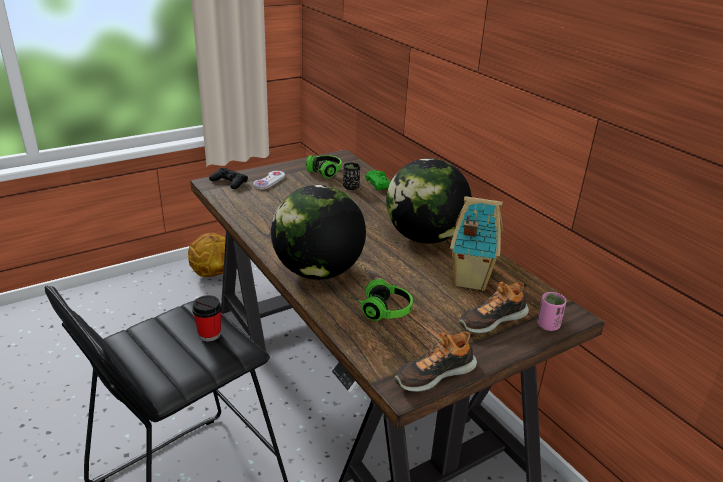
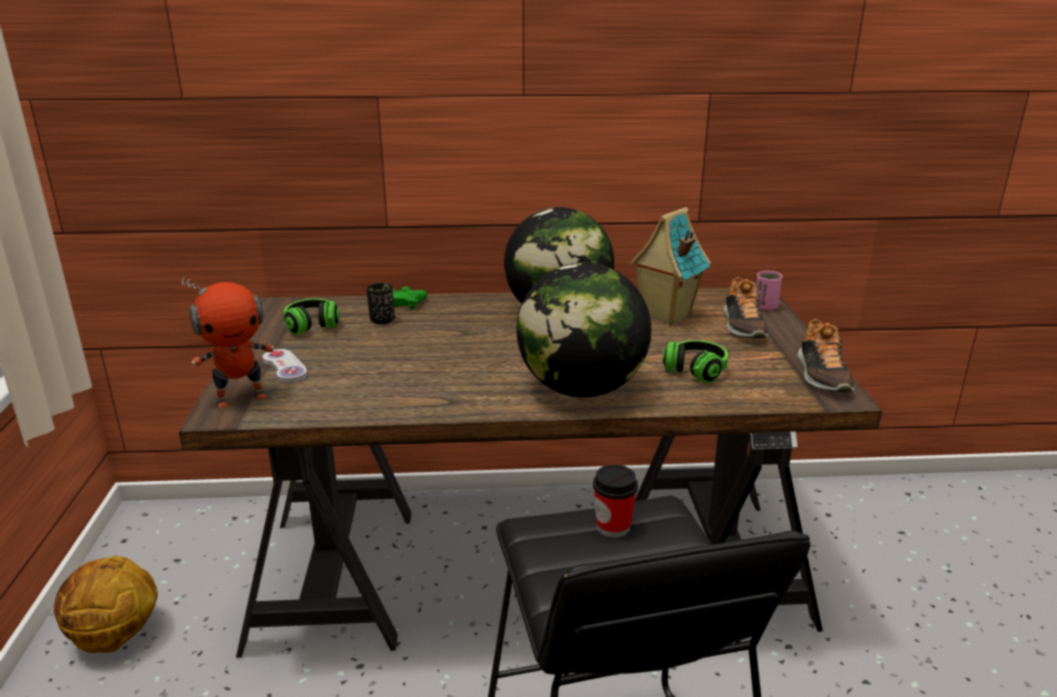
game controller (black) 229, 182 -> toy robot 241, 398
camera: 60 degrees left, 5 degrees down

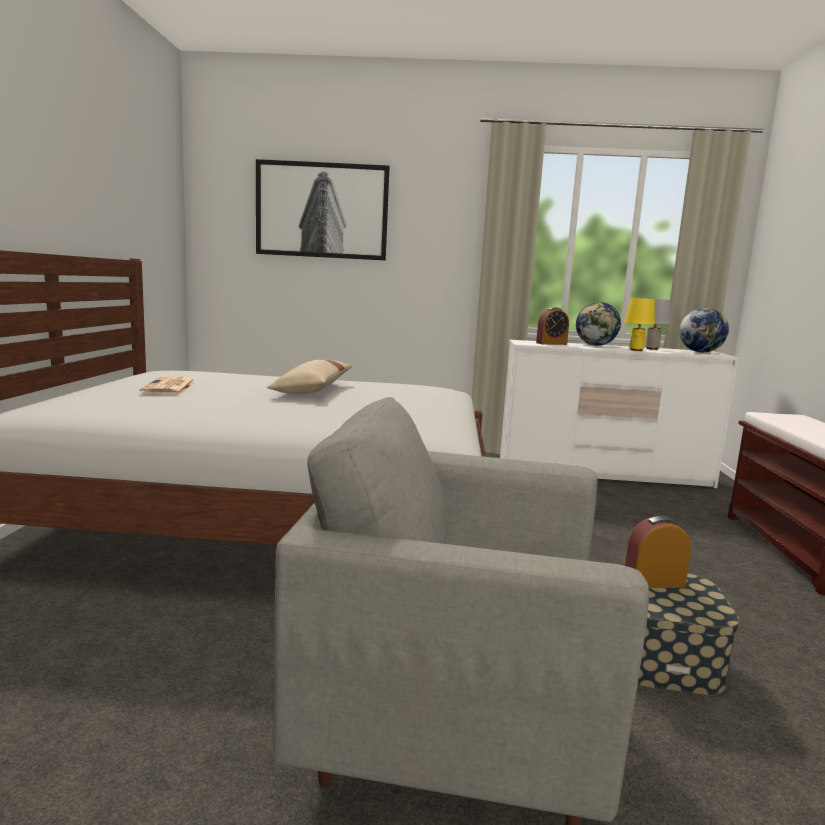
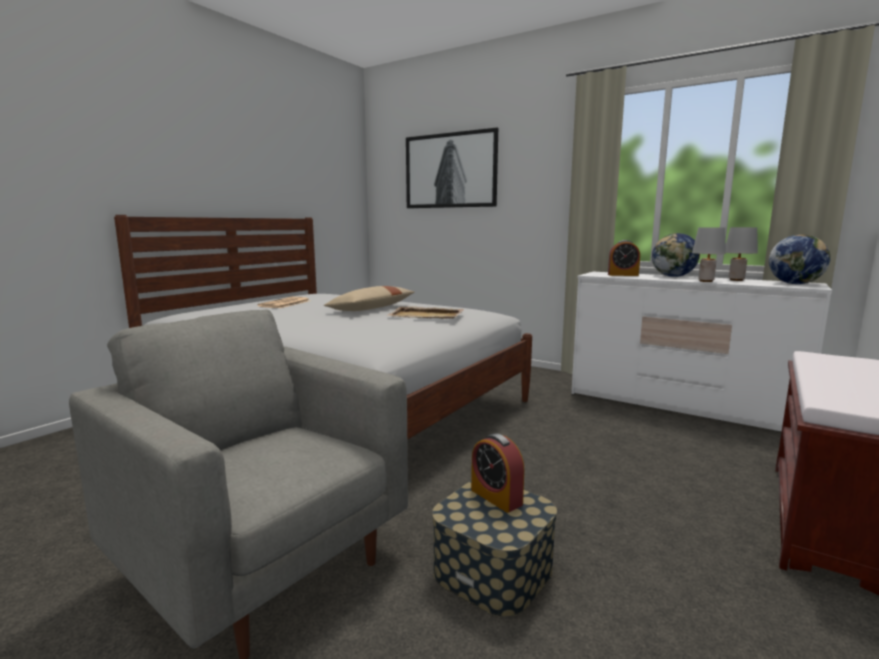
table lamp (yellow) 636, 350 -> table lamp (grey) 706, 281
alarm clock 653, 582 -> alarm clock 496, 497, 150 degrees counterclockwise
none -> tray (beige) 427, 315
camera: 30 degrees right, 0 degrees up

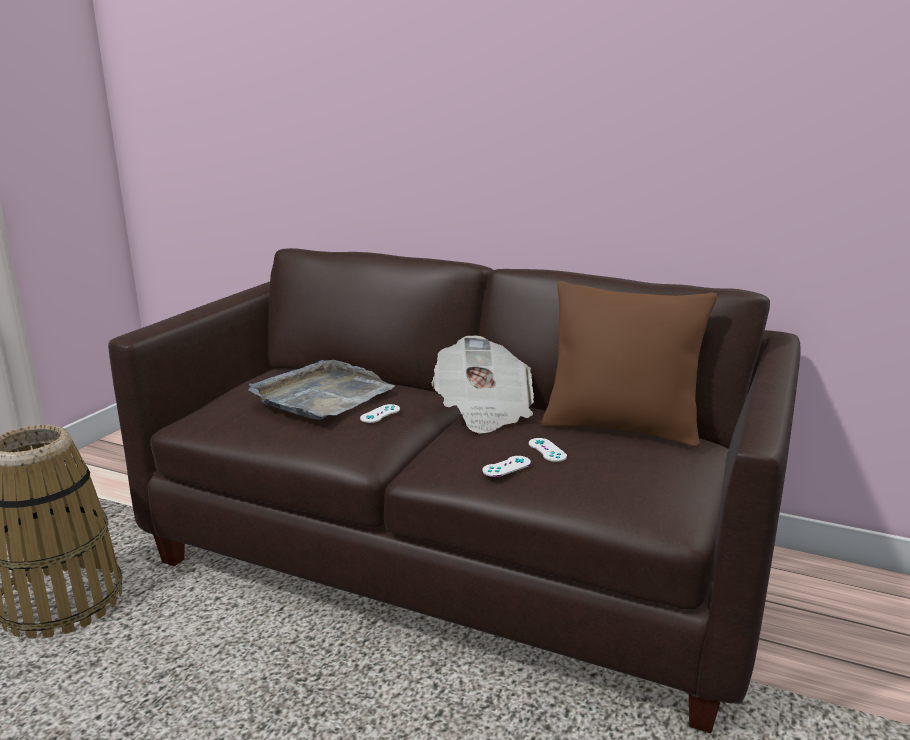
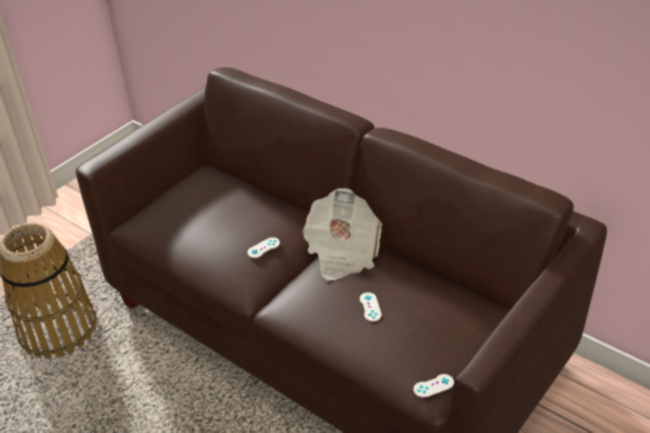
tray (grey) 322, 395 -> none
game controller (white) 506, 466 -> game controller (white) 433, 386, moved
pillow (brown) 621, 428 -> none
camera: 15 degrees right, 20 degrees up

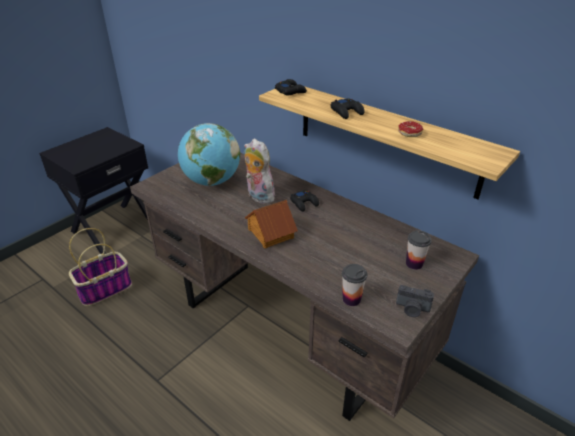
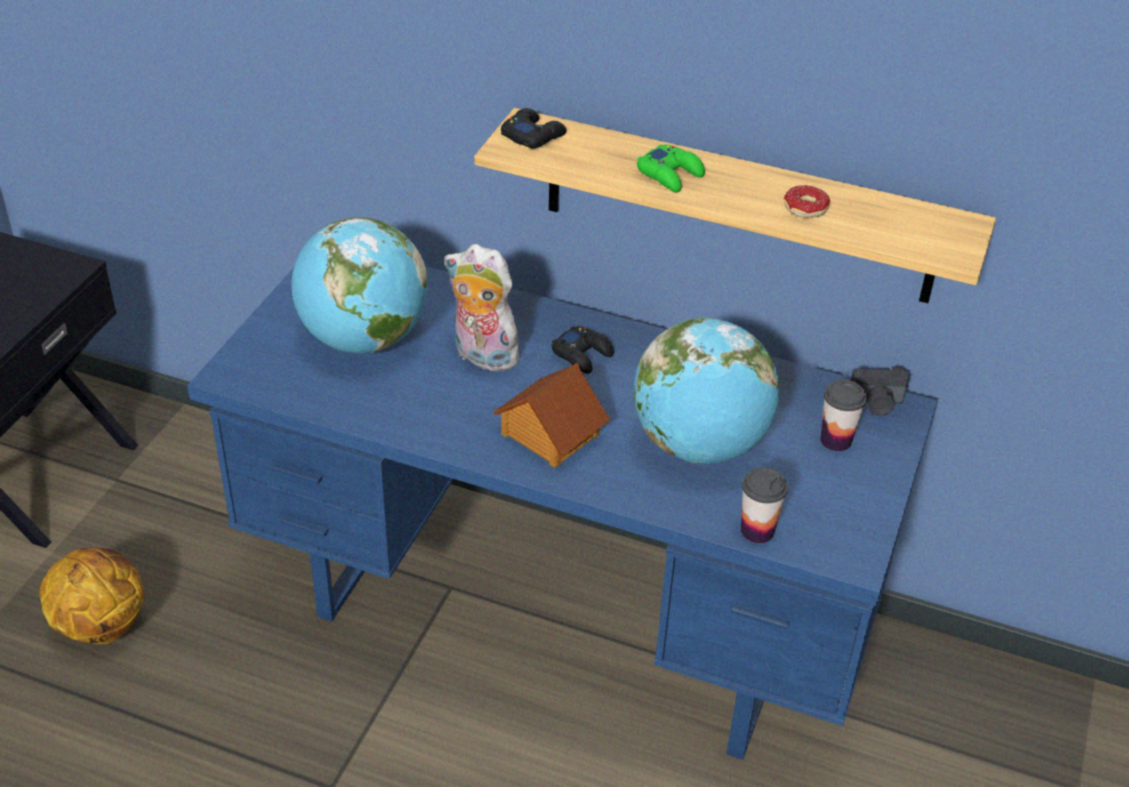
basket 105, 289 -> basketball 100, 625
desk (brown) 289, 330 -> desk (blue) 560, 618
game controller (black) 347, 112 -> game controller (green) 670, 174
photo camera 412, 309 -> photo camera 876, 404, moved
none -> globe 700, 445
camera: 20 degrees left, 5 degrees up

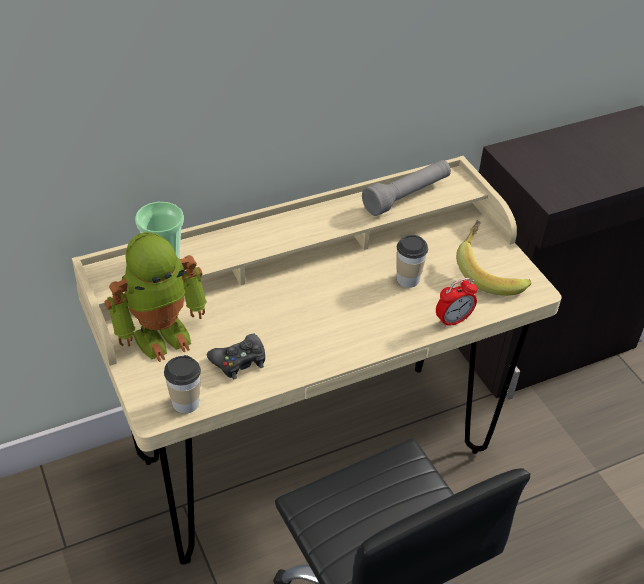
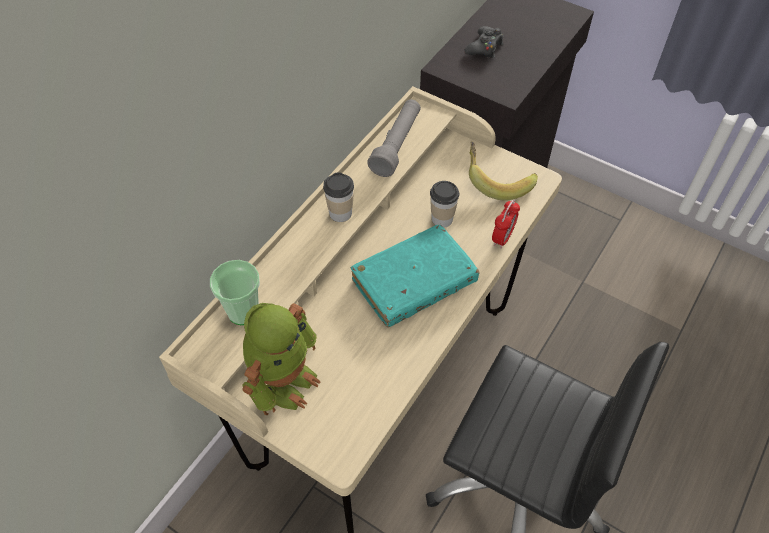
cup 185, 403 -> cup 340, 213, moved
game controller (black) 239, 361 -> game controller (black) 484, 48, moved
none -> book (turquoise) 414, 282
camera: 30 degrees left, 10 degrees up

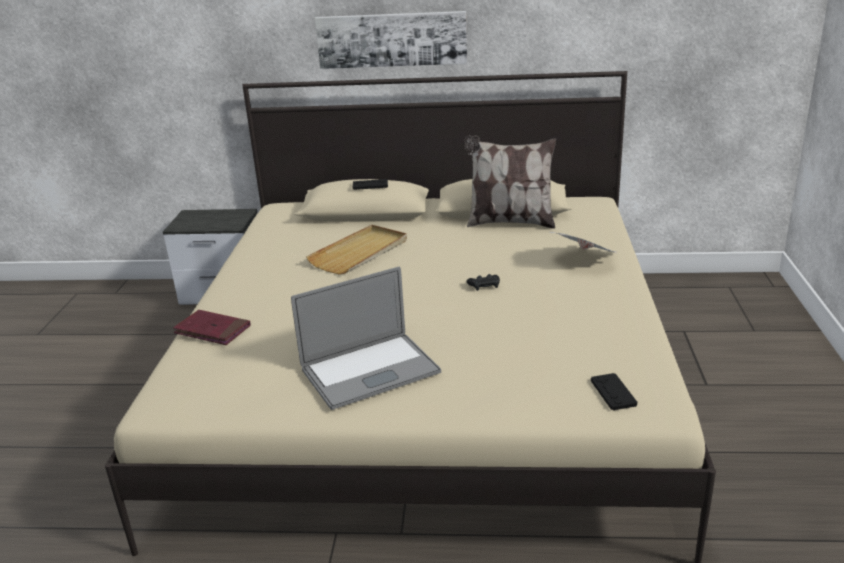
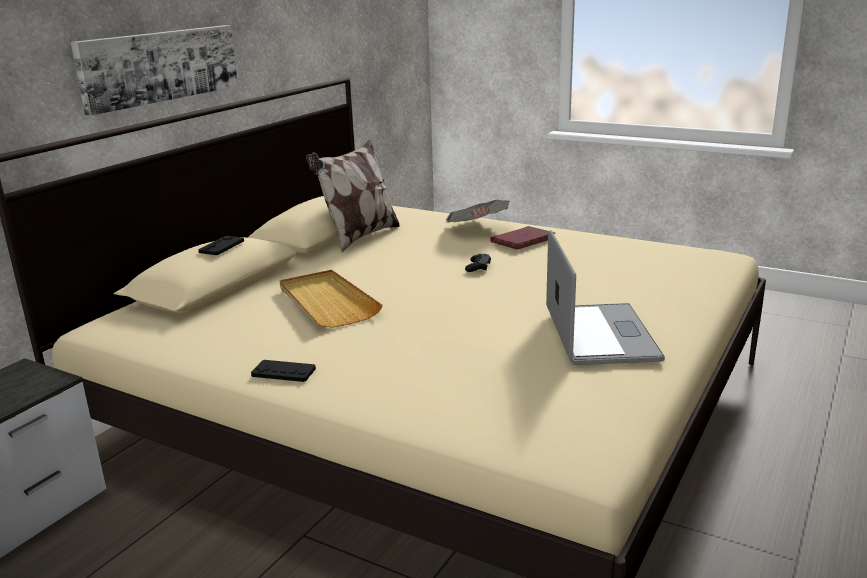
book (red) 212, 330 -> book (red) 523, 241, moved
game controller (black) 613, 392 -> game controller (black) 283, 372, moved
camera: 65 degrees left, 5 degrees down

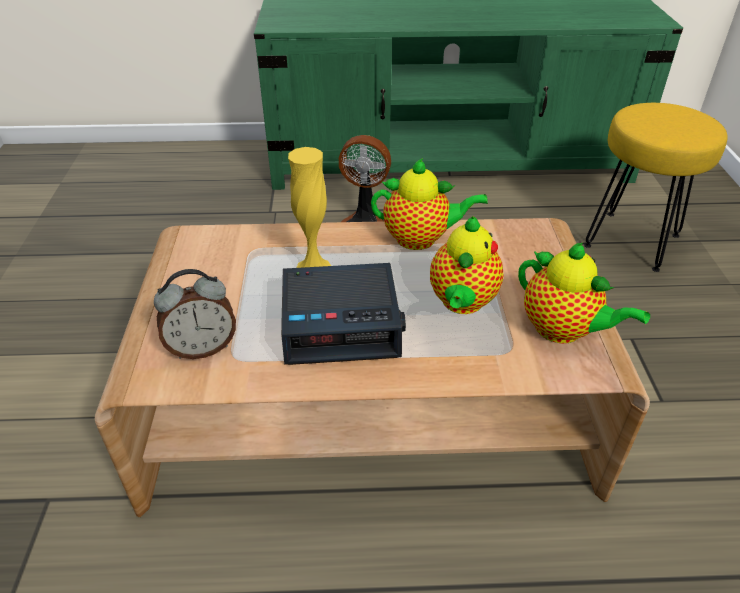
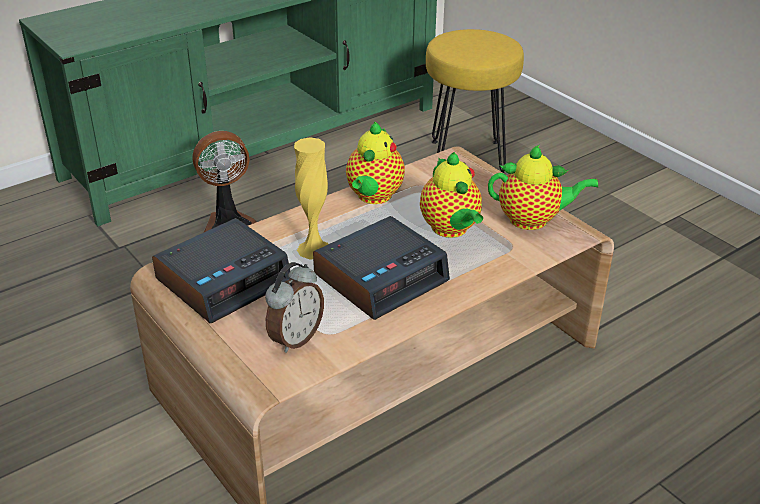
teapot 420, 239 -> teapot 373, 197, 135 degrees clockwise
none -> alarm clock 224, 280
camera: 35 degrees left, 5 degrees down

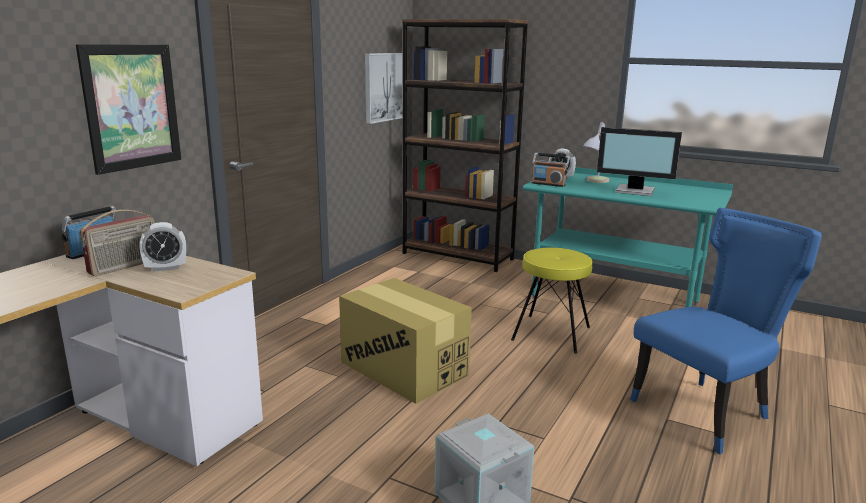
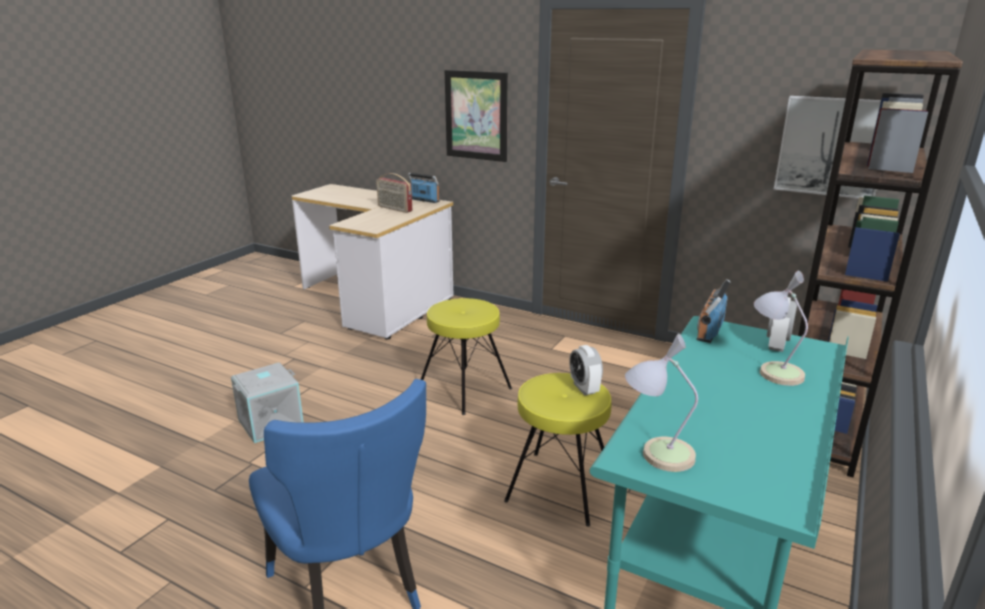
alarm clock 166, 268 -> alarm clock 584, 388, moved
cardboard box 403, 368 -> stool (yellow) 465, 389
monitor 635, 191 -> none
none -> table lamp 656, 453
camera: 90 degrees right, 5 degrees up

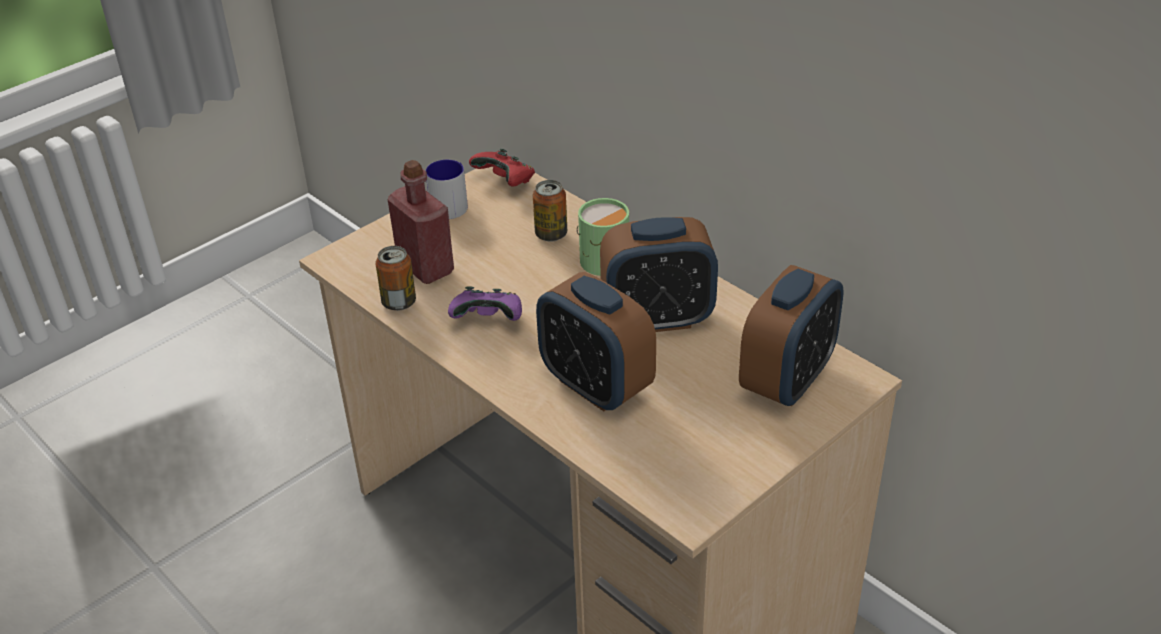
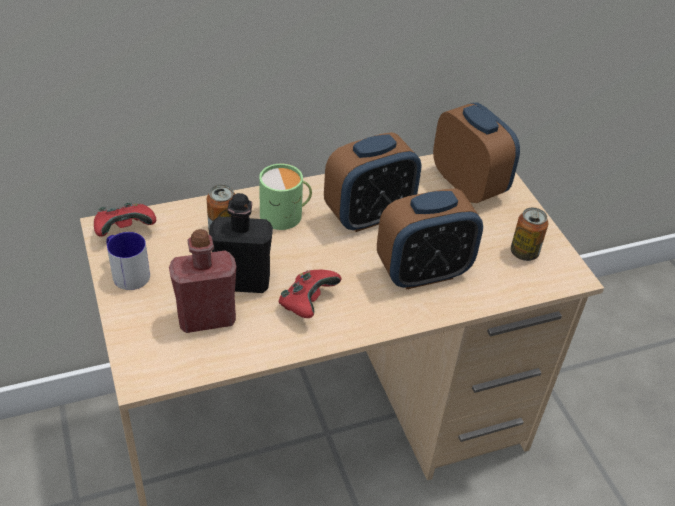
can 399, 302 -> can 524, 253, moved
game controller (purple) 489, 320 -> game controller (red) 307, 303
alarm clock 657, 319 -> alarm clock 369, 215, 45 degrees clockwise
none -> bottle (black) 242, 282
camera: 70 degrees left, 5 degrees up

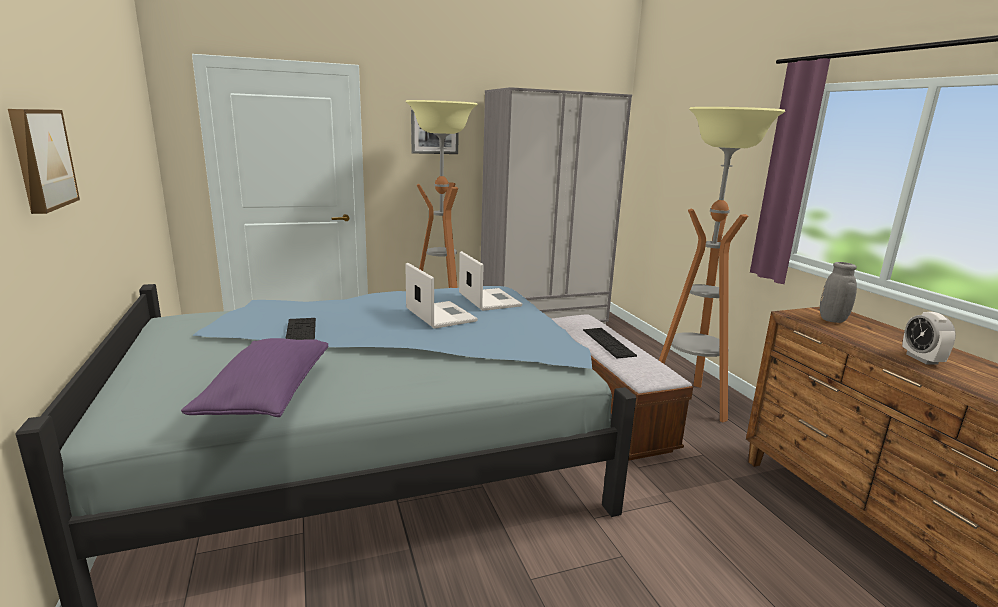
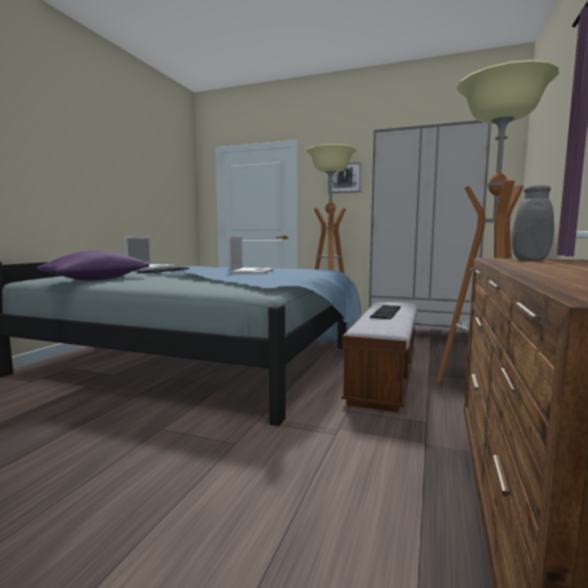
picture 40, 159 -> none
laptop 488, 299 -> laptop 152, 267, moved
alarm clock 922, 359 -> none
camera: 40 degrees right, 10 degrees down

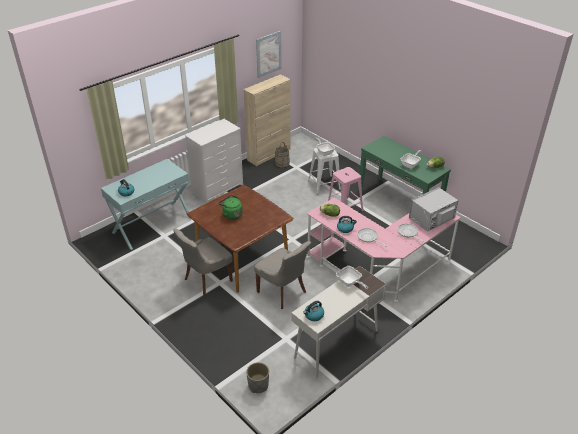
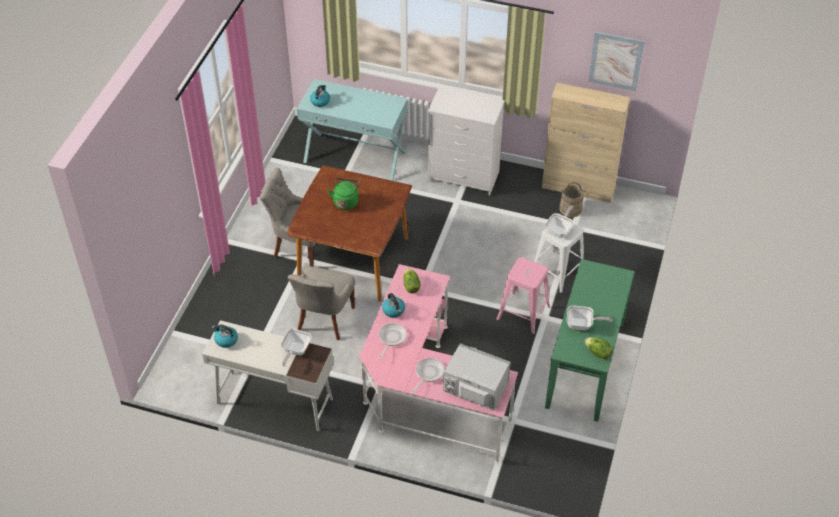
planter (grey) 258, 386 -> none
camera: 60 degrees right, 10 degrees up

